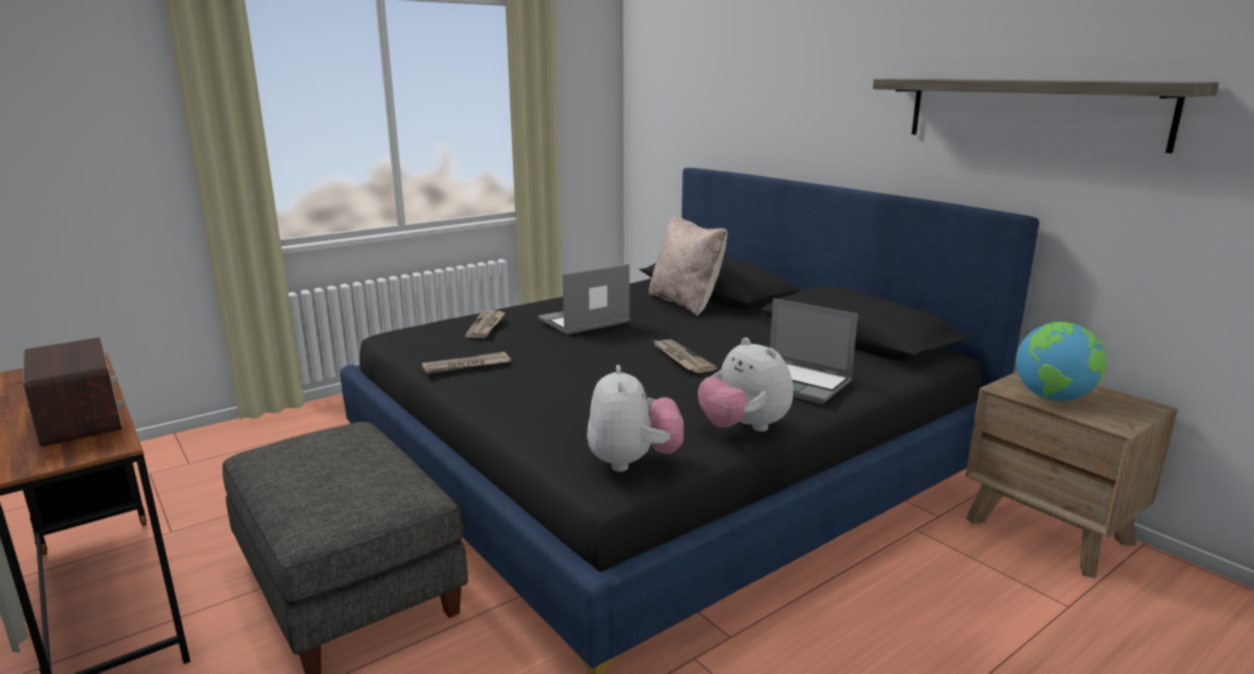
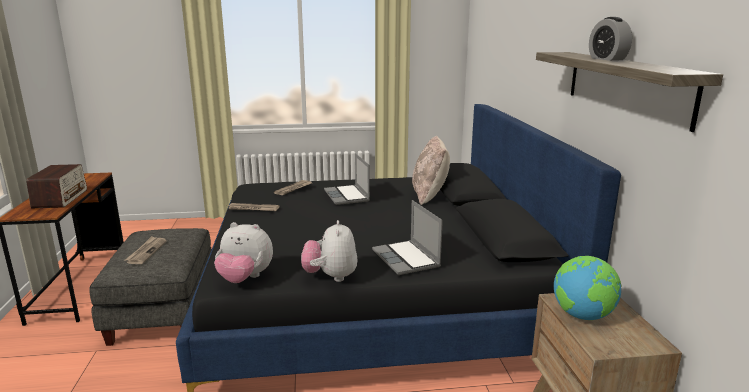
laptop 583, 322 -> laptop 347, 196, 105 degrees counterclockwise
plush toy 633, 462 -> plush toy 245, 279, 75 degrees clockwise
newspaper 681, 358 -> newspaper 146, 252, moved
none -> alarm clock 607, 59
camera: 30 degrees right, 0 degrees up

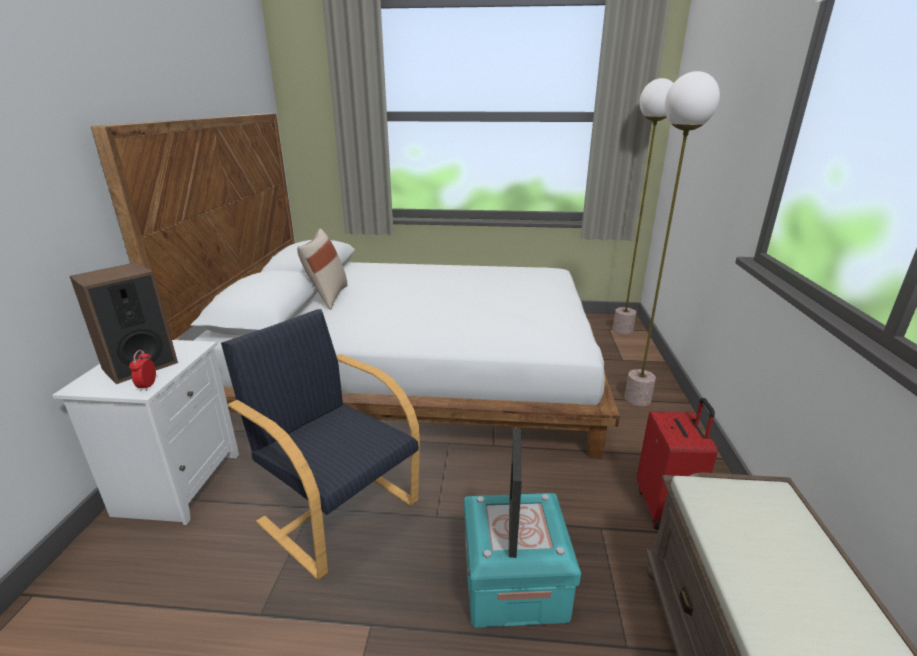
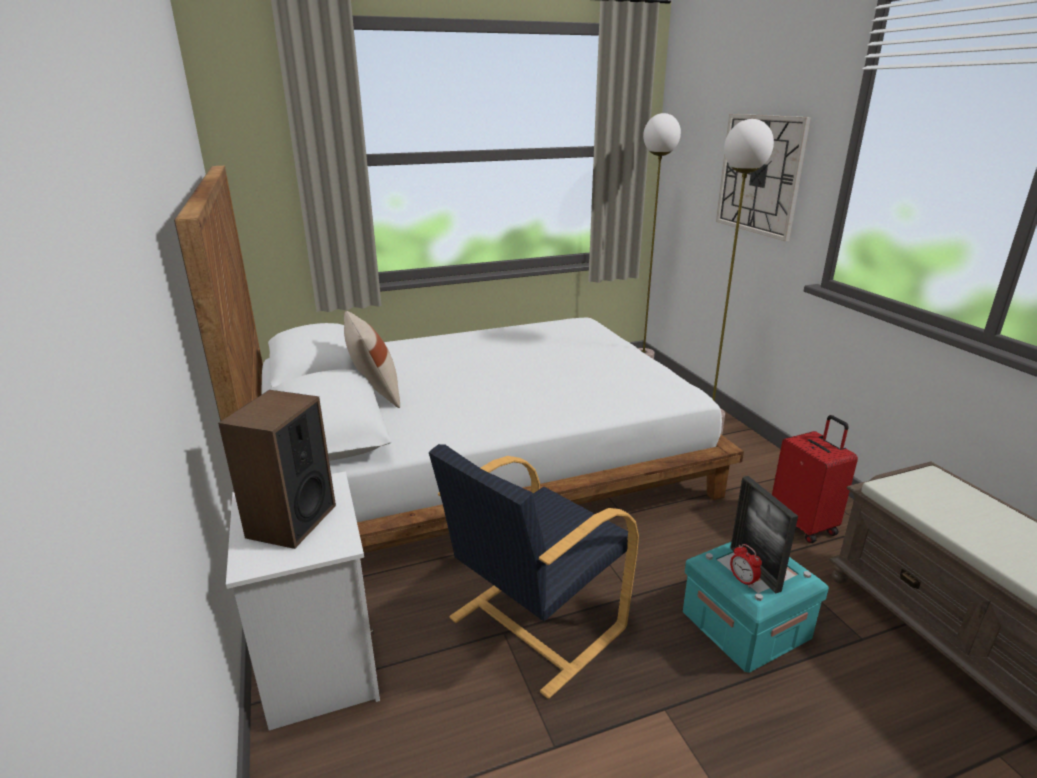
alarm clock 147, 386 -> alarm clock 743, 580, moved
armchair (black) 338, 510 -> armchair (black) 534, 624, 60 degrees counterclockwise
none -> wall clock 760, 175
camera: 25 degrees left, 0 degrees up

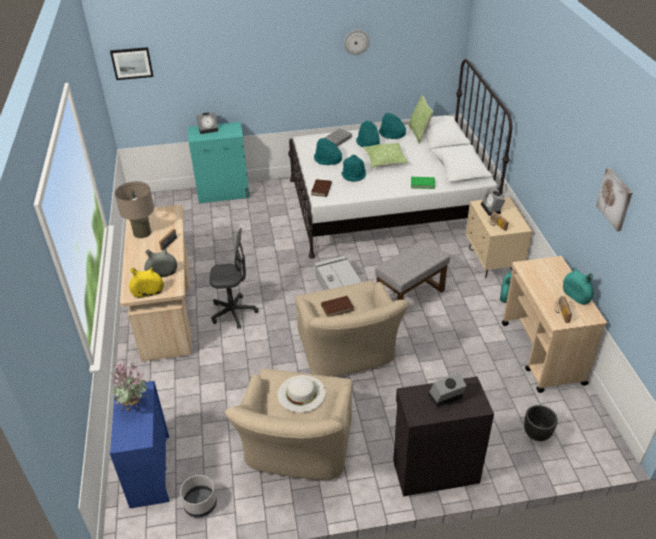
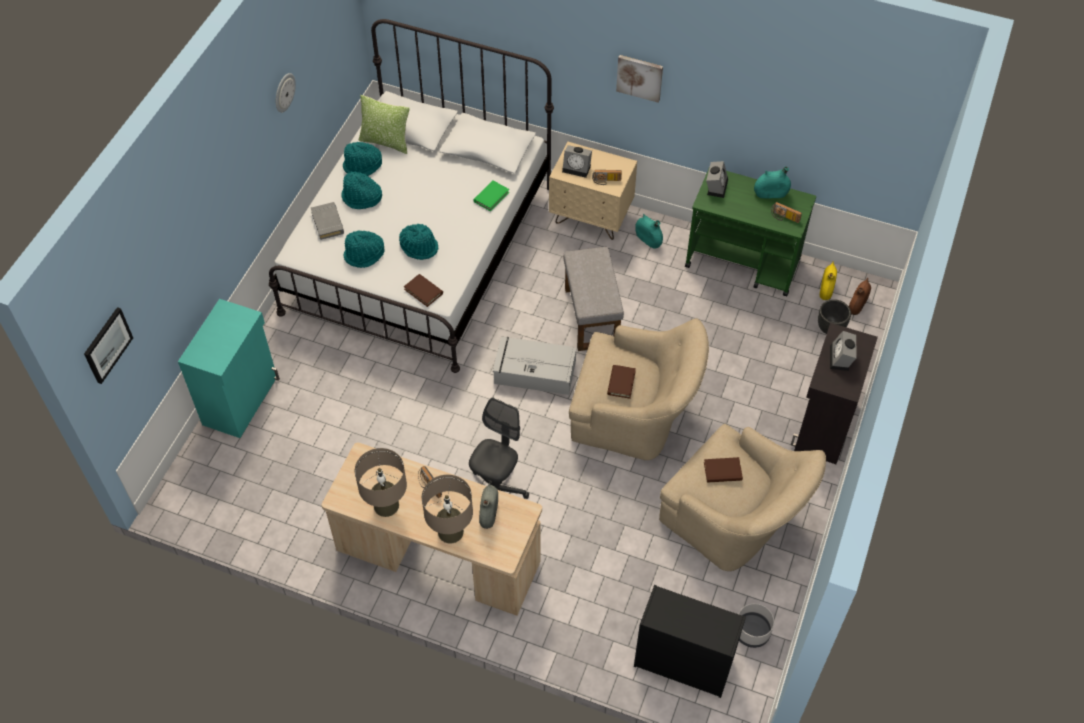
potted plant 135, 407 -> none
dresser (blue) 150, 469 -> dresser (black) 682, 662
vase (yellow) 148, 293 -> vase (yellow) 826, 289, moved
alarm clock 208, 129 -> alarm clock 716, 186, moved
hat (white) 301, 393 -> book (brown) 722, 471
pillow 385, 161 -> none
cart (beige) 542, 354 -> cart (green) 743, 263
picture 615, 199 -> picture 639, 77, moved
none -> table lamp (beige) 450, 532
none -> vase (brown) 857, 305
camera: 60 degrees left, 15 degrees up

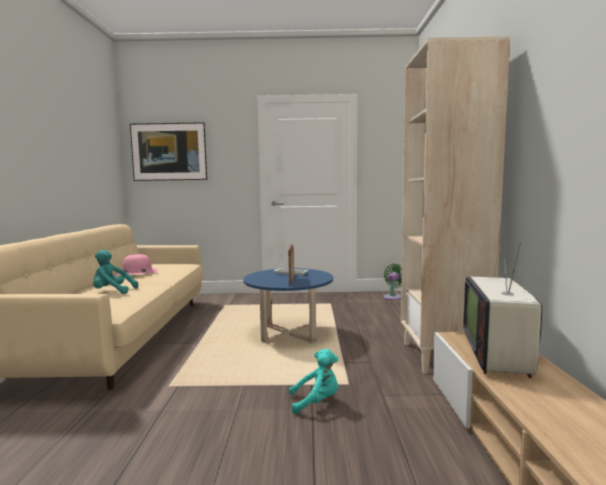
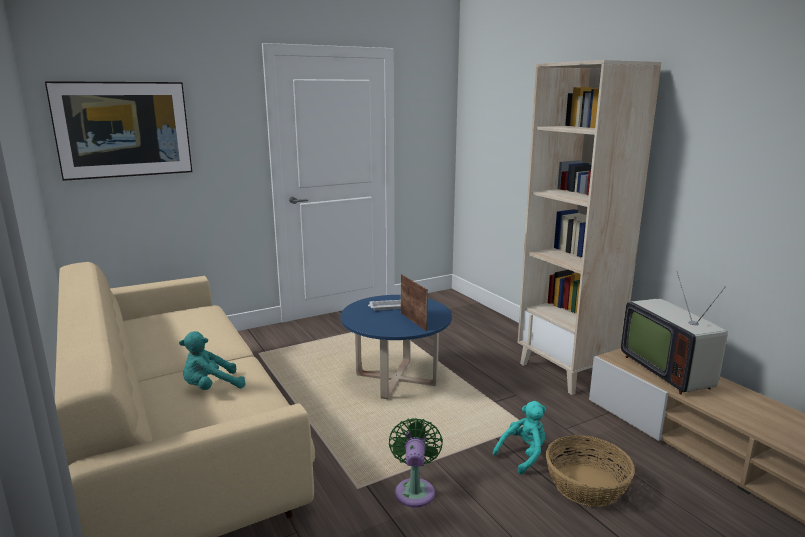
hat (pink) 137, 272 -> none
fan (green) 393, 297 -> fan (green) 415, 490, moved
none -> basket 587, 485
camera: 30 degrees left, 10 degrees up

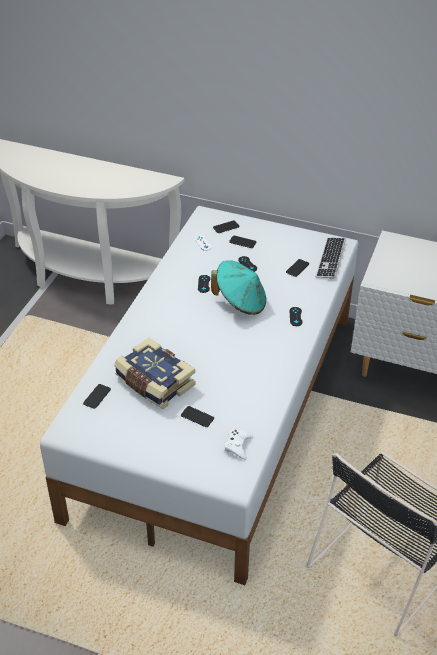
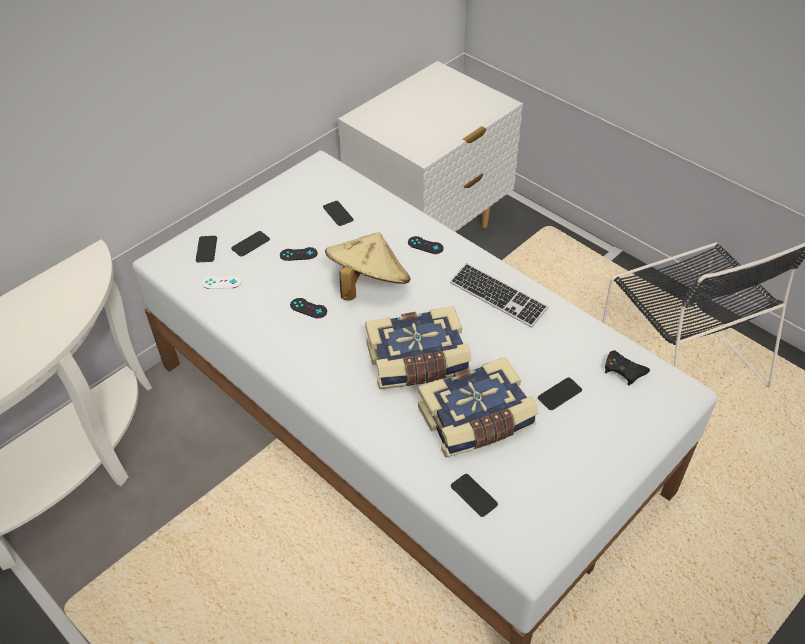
hat (turquoise) 240, 302 -> hat (beige) 368, 285
game controller (white) 238, 446 -> game controller (black) 624, 370
keyboard 330, 259 -> keyboard 498, 297, moved
none -> book 418, 362
camera: 65 degrees left, 5 degrees up

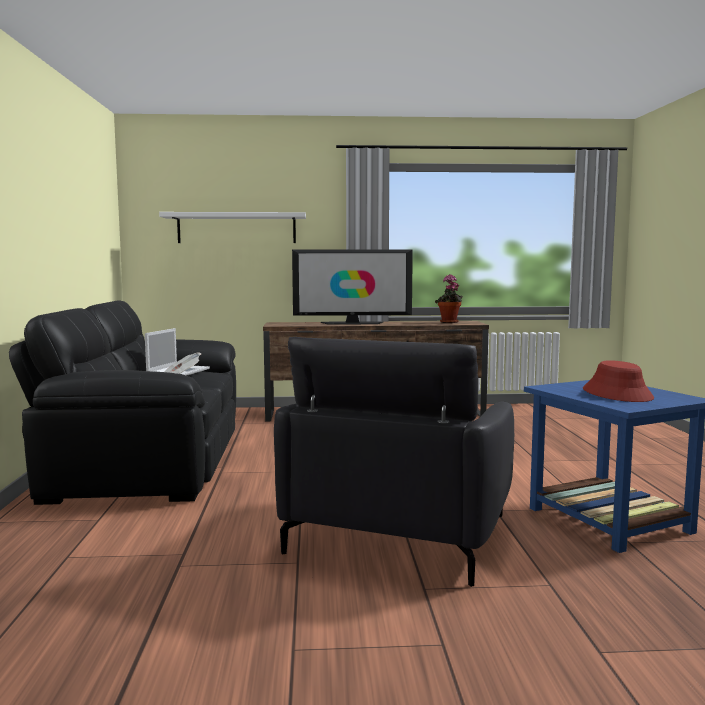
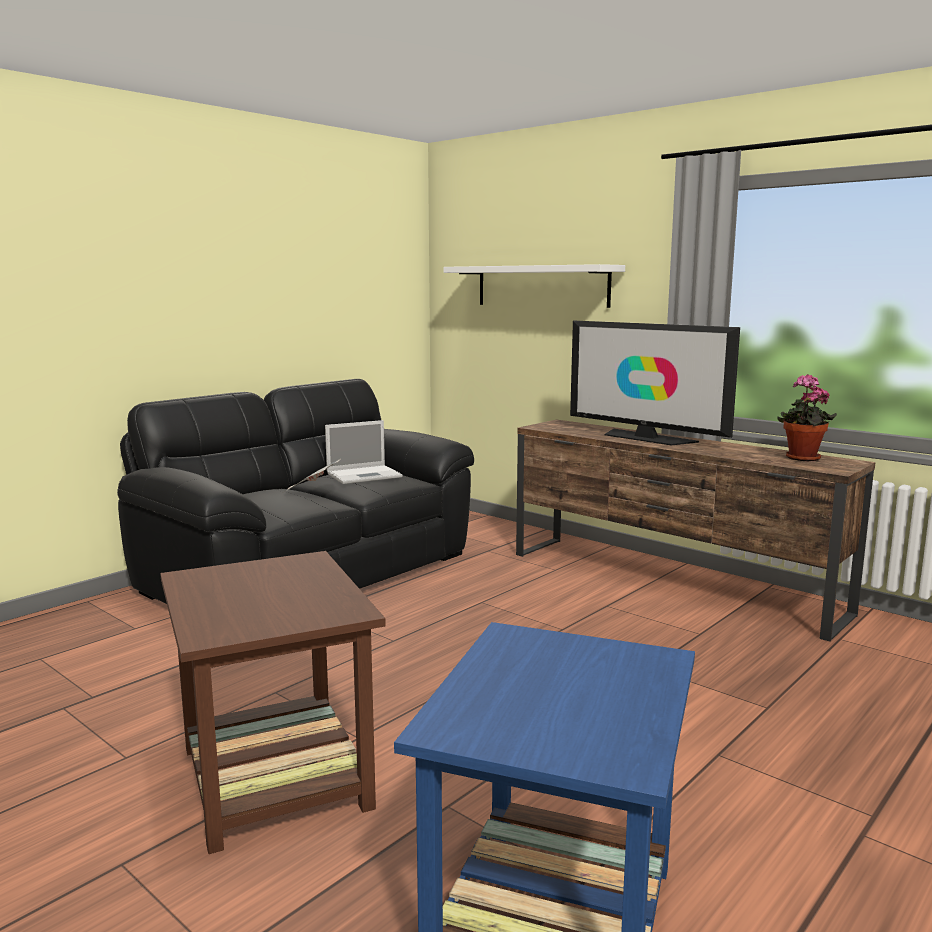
armchair (black) 398, 533 -> side table (brown) 274, 775
hat (red) 617, 394 -> none
camera: 45 degrees right, 5 degrees up

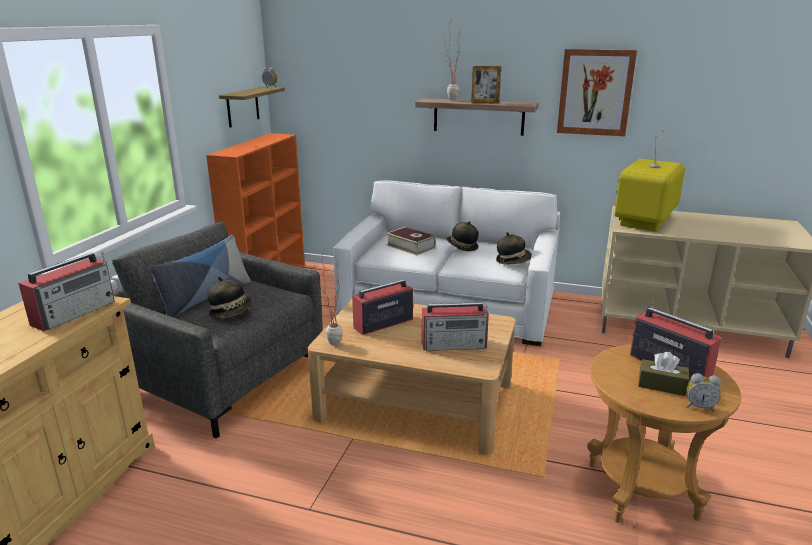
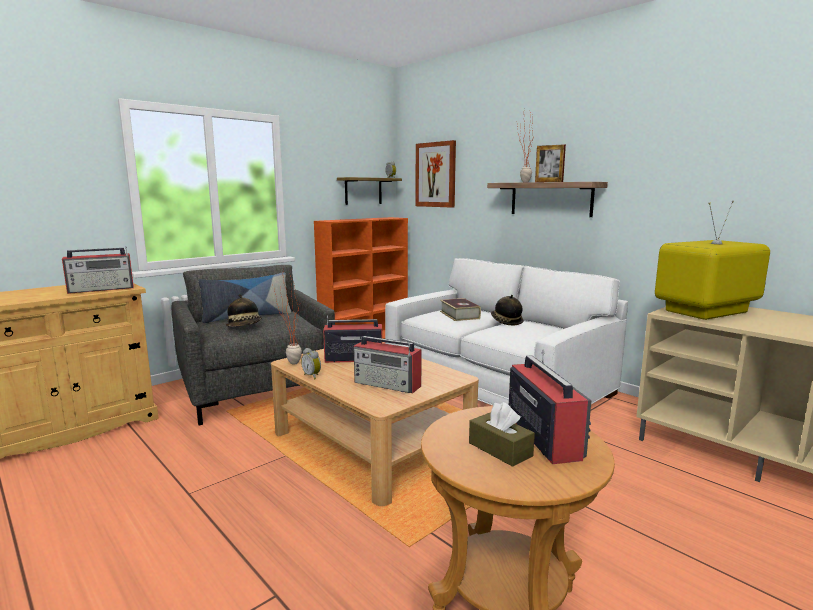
hat 513, 261 -> none
picture 595, 92 -> picture 436, 175, moved
alarm clock 699, 406 -> alarm clock 312, 376, moved
camera: 30 degrees right, 10 degrees down

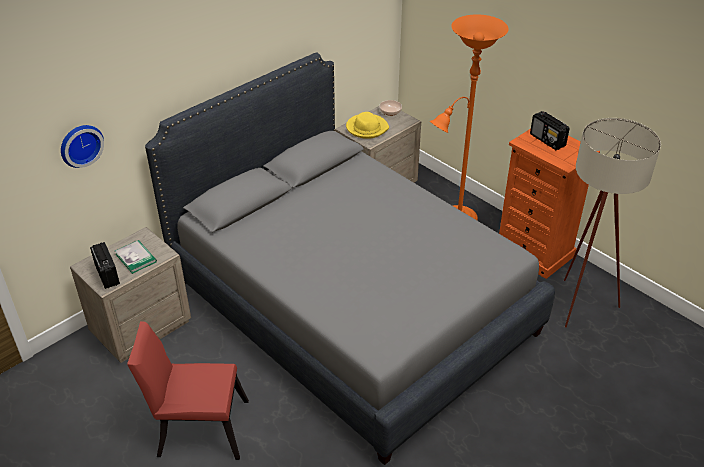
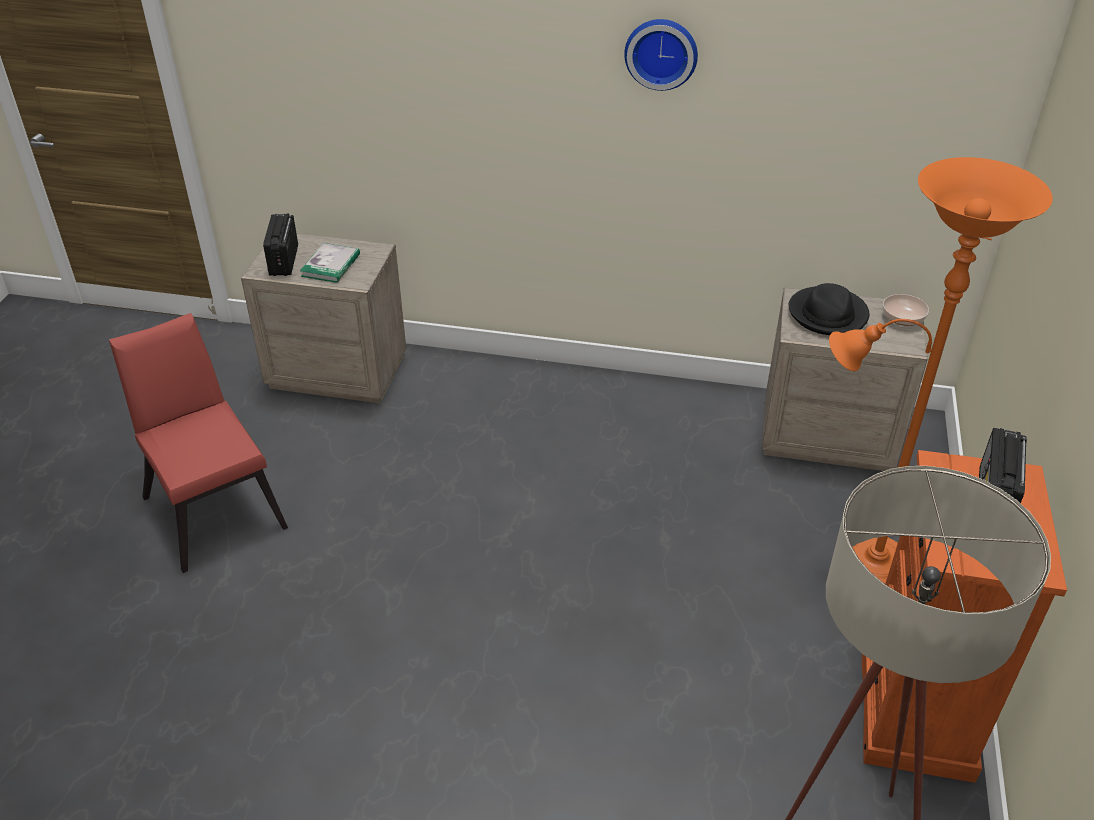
wall clock 80, 144 -> wall clock 661, 52, moved
radio 107, 274 -> radio 283, 261, 150 degrees clockwise
bed (grey) 352, 306 -> none
hat (yellow) 367, 128 -> hat (black) 828, 314
camera: 55 degrees right, 0 degrees up

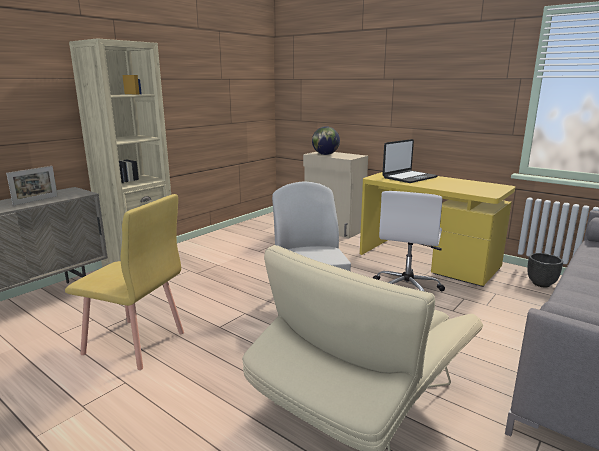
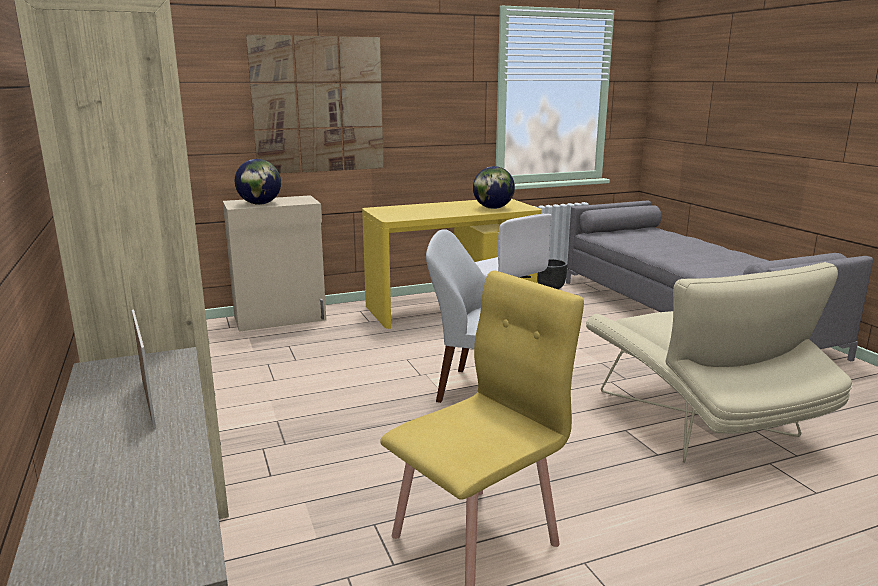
laptop 409, 177 -> none
none -> picture 318, 105
none -> globe 493, 208
camera: 60 degrees left, 0 degrees up

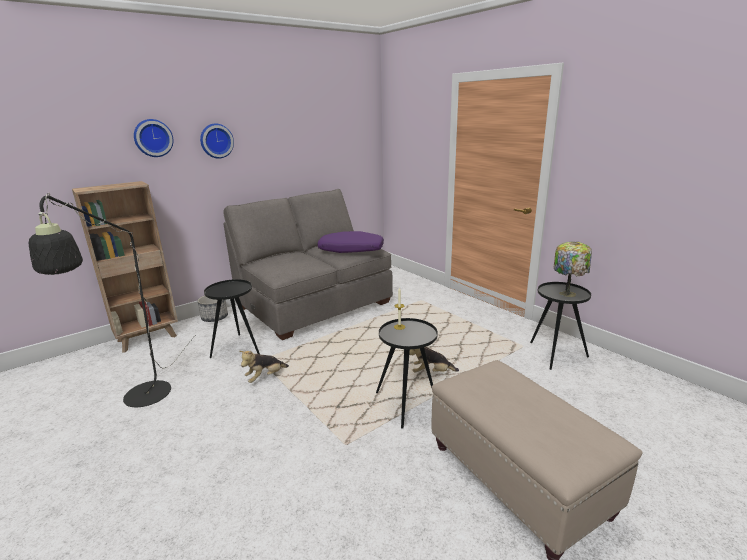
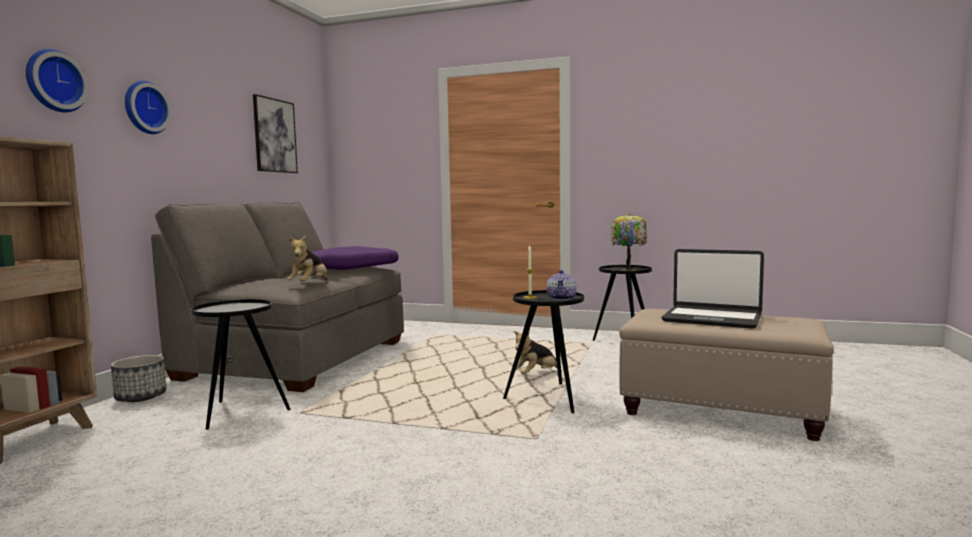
floor lamp (black) 142, 401 -> none
plush toy 265, 377 -> plush toy 309, 284, moved
none -> picture 274, 136
none -> teapot 561, 298
none -> laptop 712, 319
camera: 35 degrees left, 15 degrees down

